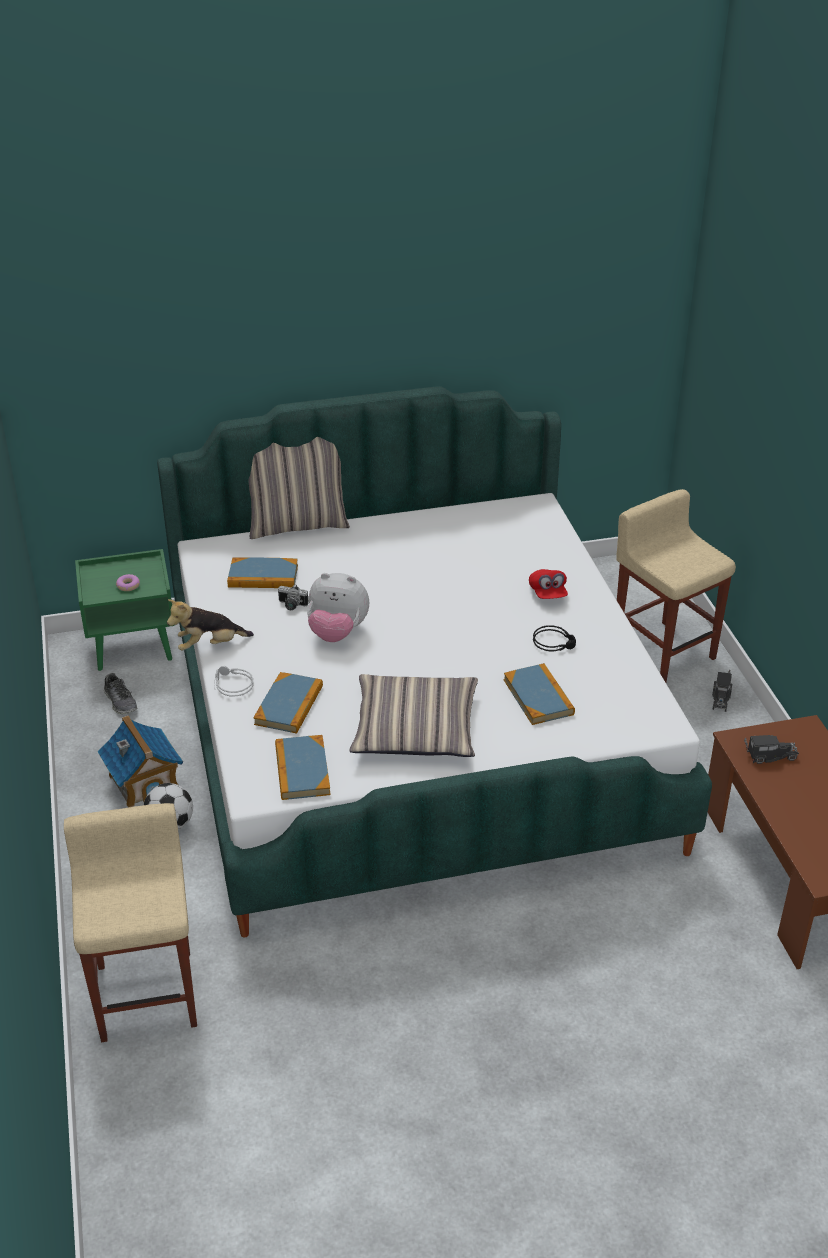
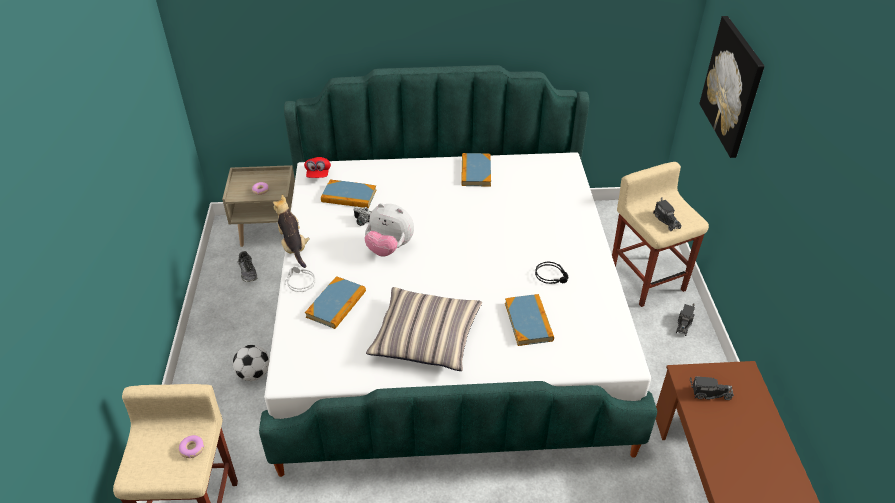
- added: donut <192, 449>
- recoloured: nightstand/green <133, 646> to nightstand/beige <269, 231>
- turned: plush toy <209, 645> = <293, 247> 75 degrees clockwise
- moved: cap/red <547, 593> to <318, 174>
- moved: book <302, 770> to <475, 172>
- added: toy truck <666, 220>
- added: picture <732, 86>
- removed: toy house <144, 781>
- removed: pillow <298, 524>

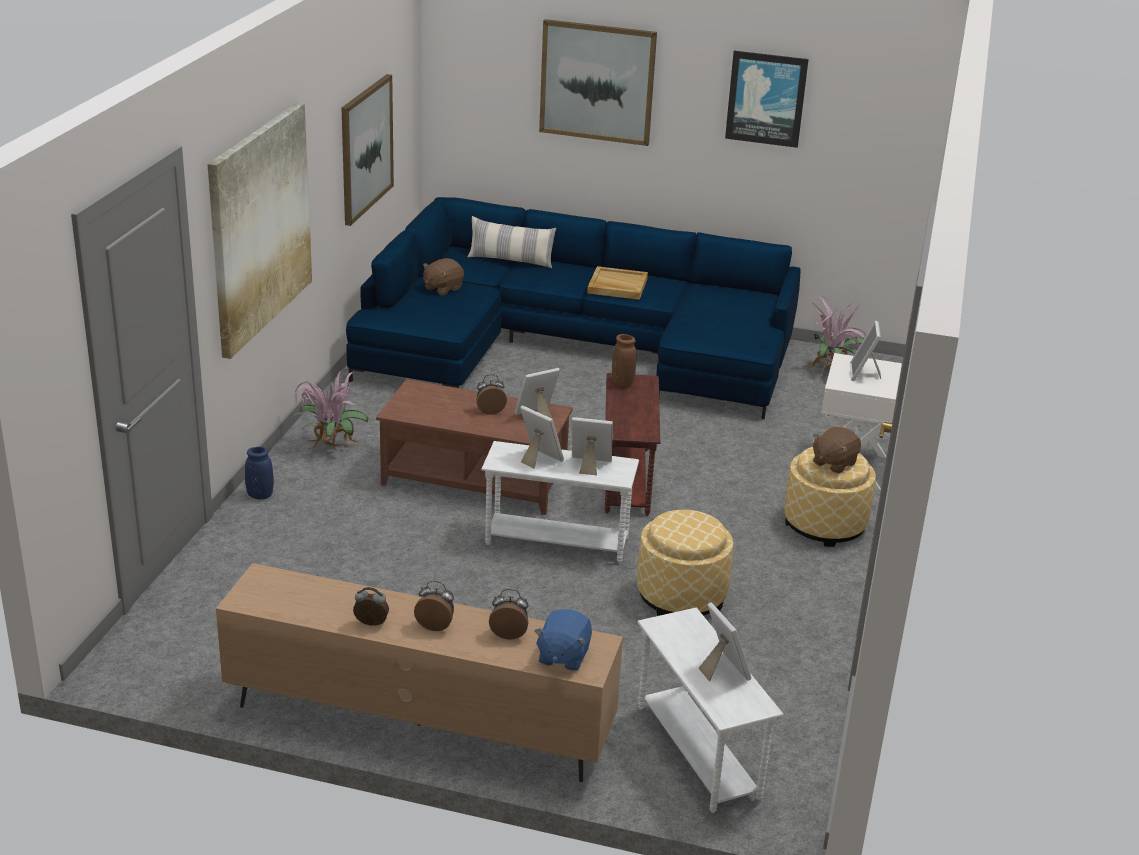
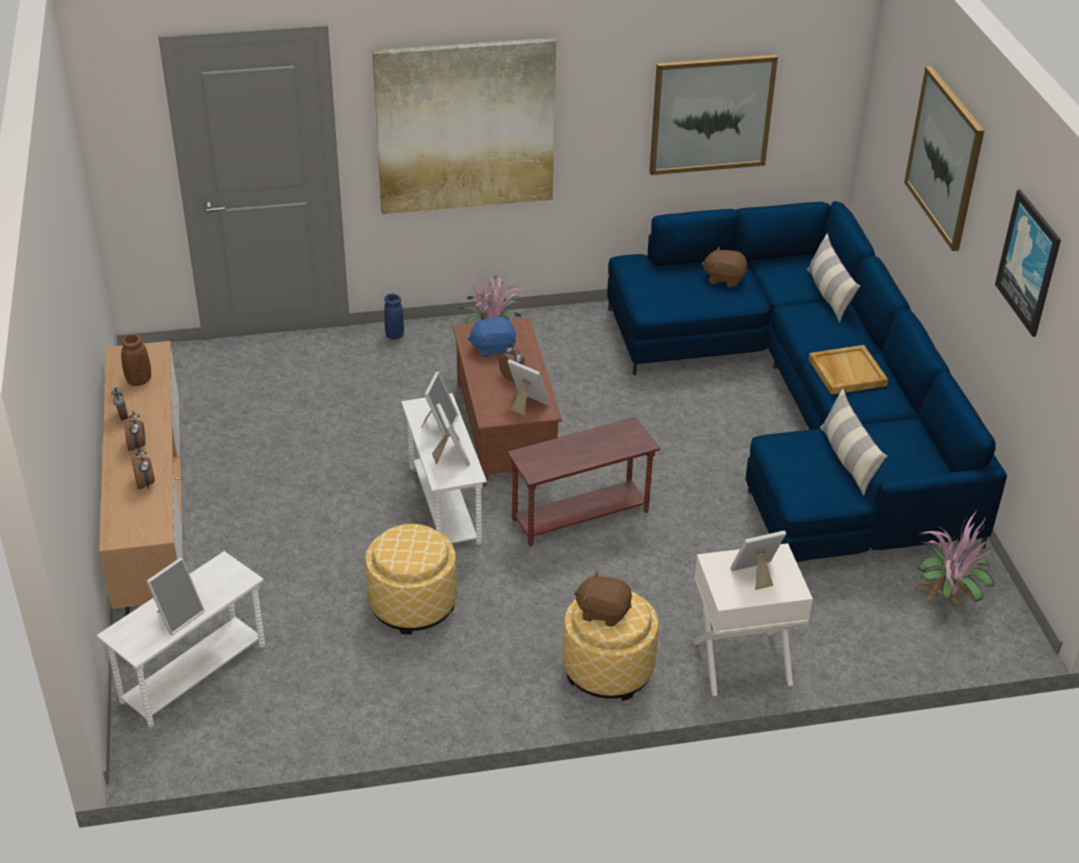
- moved: vase/brown <622, 383> to <139, 381>
- moved: plush toy/blue <563, 656> to <493, 348>
- added: pillow <848, 460>

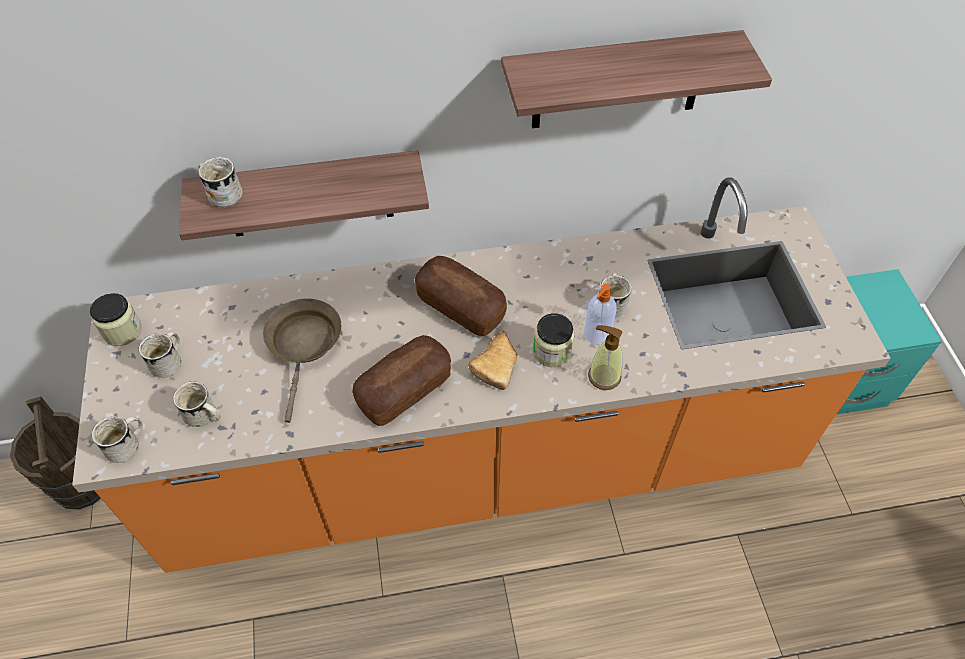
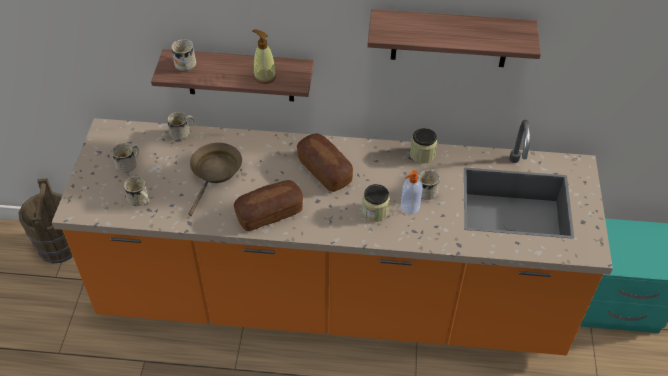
- moved: mug/white <128, 445> to <183, 133>
- moved: soap dispenser <604, 376> to <264, 76>
- moved: jar <122, 331> to <422, 154>
- removed: bread <497, 364>

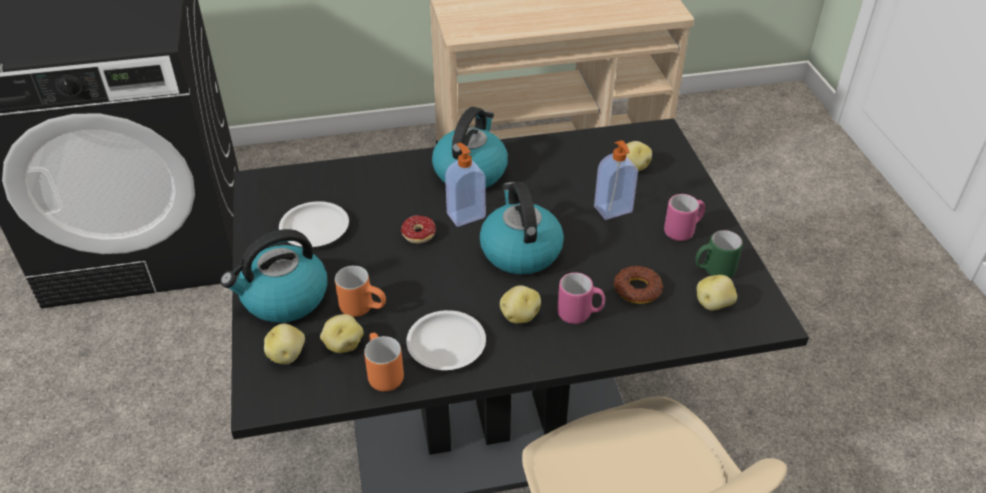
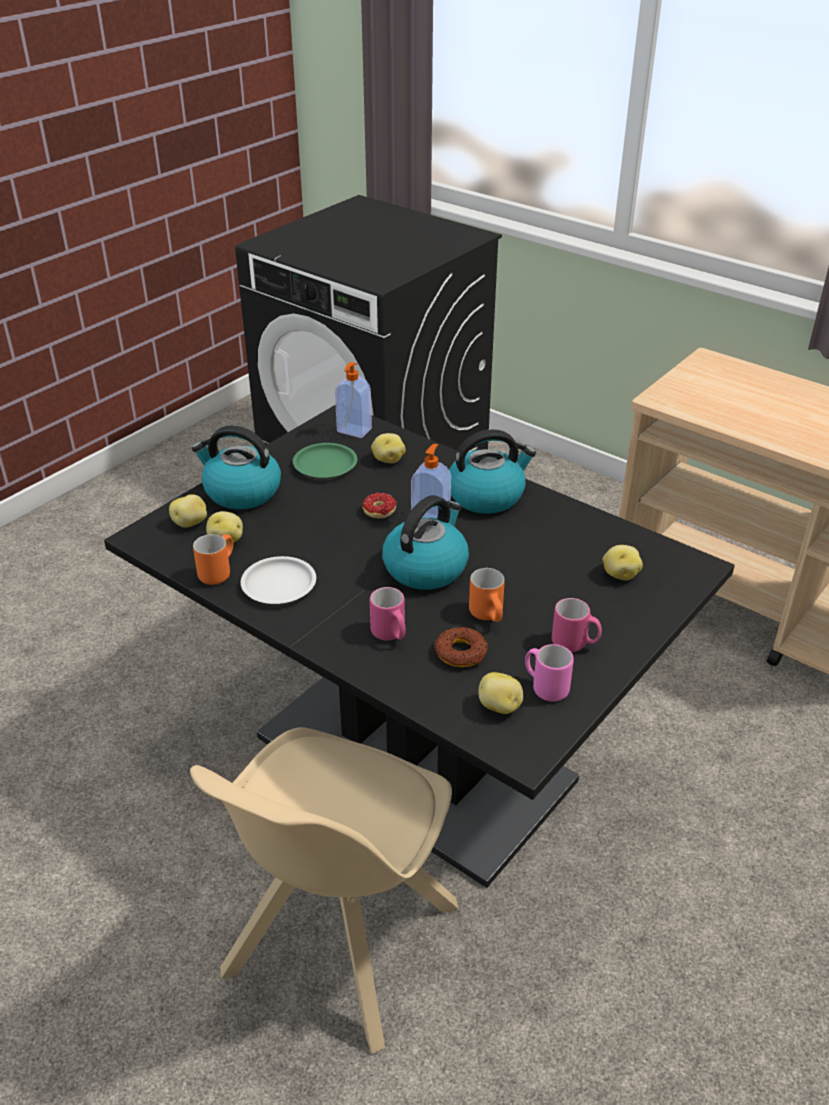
- recoloured: plate/white <315, 229> to plate/green <325, 465>
- moved: soap dispenser <613, 210> to <353, 431>
- moved: potato <519, 316> to <388, 459>
- moved: mug/orange <364, 307> to <490, 616>
- recoloured: mug/green <713, 270> to mug/pink <545, 687>

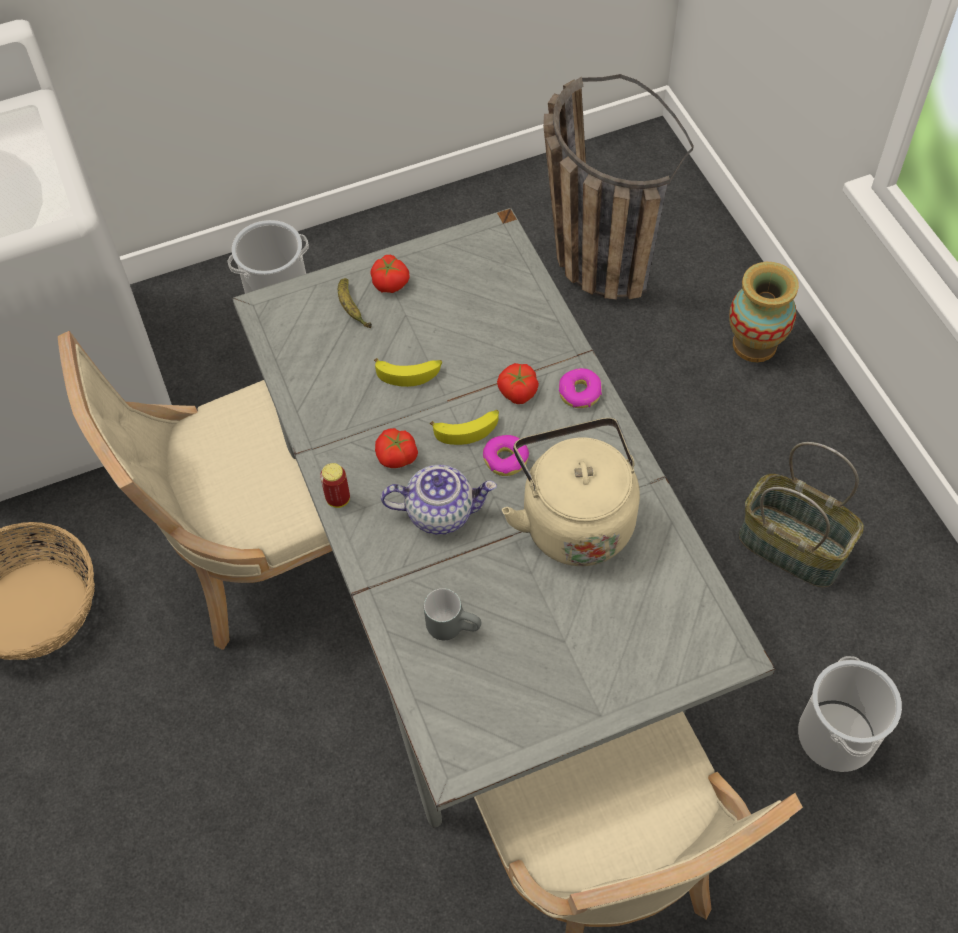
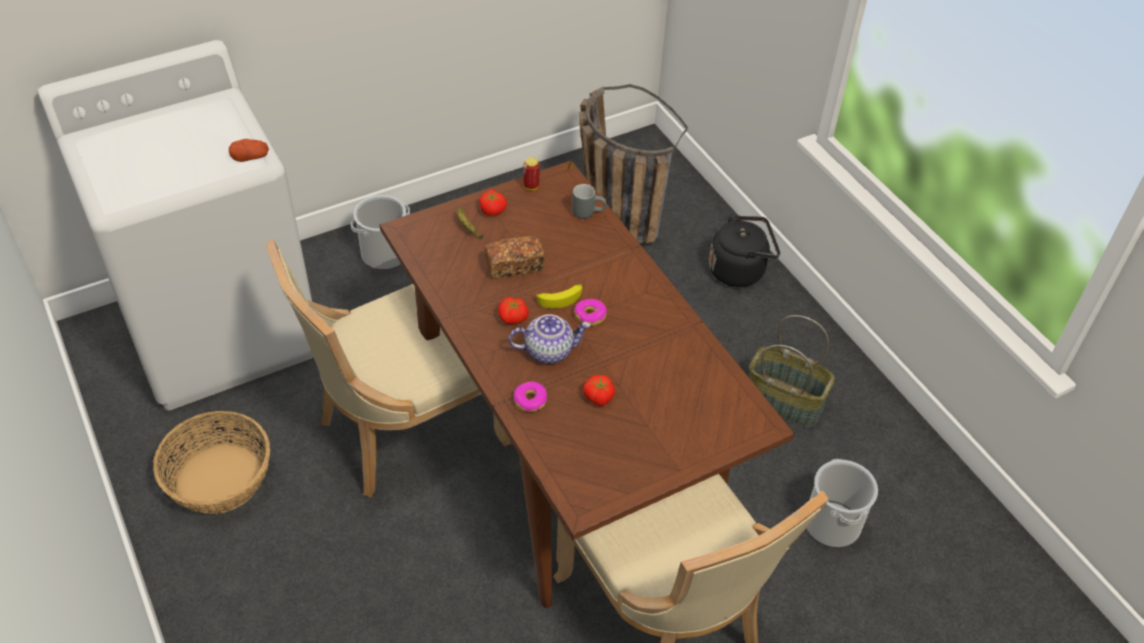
- added: potato <250, 157>
- recoloured: dining table/grey <484, 610> to dining table/brown <565, 457>
- replaced: banana <409, 373> to bread <514, 265>
- moved: donut <579, 393> to <530, 400>
- moved: can <338, 499> to <531, 186>
- moved: mug/grey <454, 625> to <588, 212>
- moved: tomato <517, 391> to <598, 397>
- replaced: vase <755, 345> to kettle/black <740, 270>
- removed: kettle/beige <574, 518>

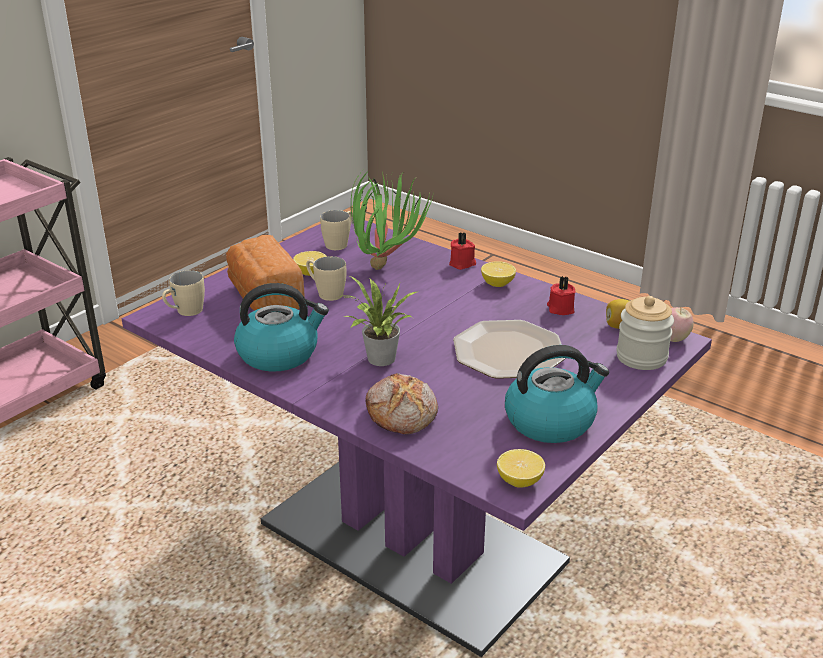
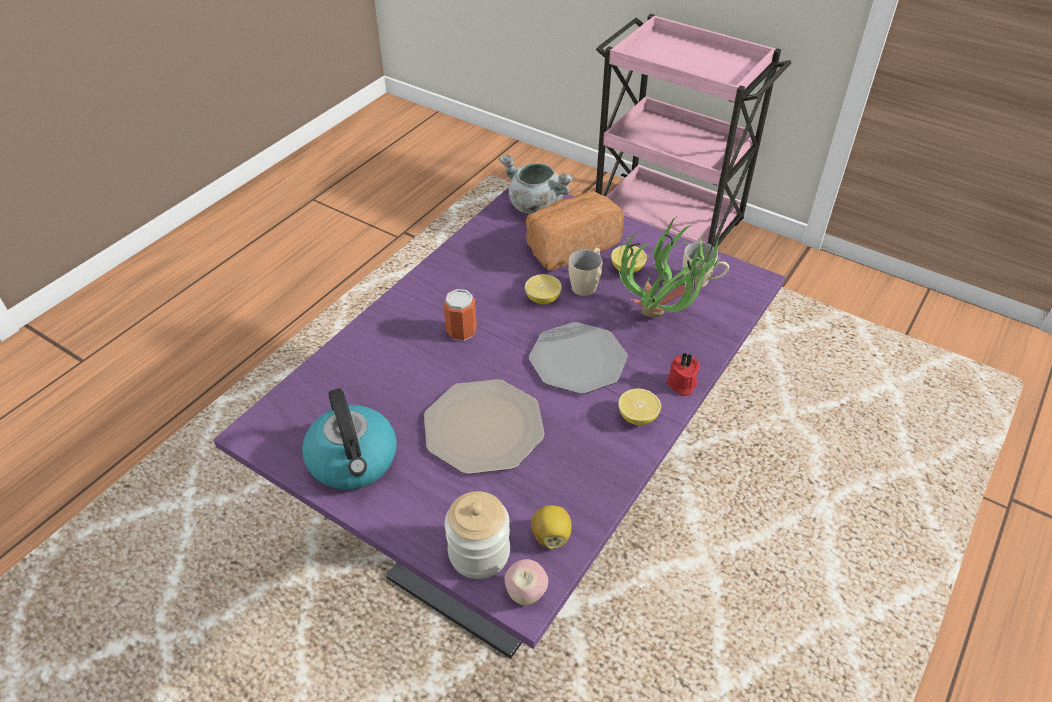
- replaced: potted plant <379, 360> to can <461, 331>
- replaced: mug/beige <185, 312> to cooking pot/grey <534, 206>
- moved: lemon <520, 481> to <542, 299>
- added: plate <578, 360>
- removed: kettle <279, 354>
- removed: bread <403, 414>
- removed: candle/red <560, 309>

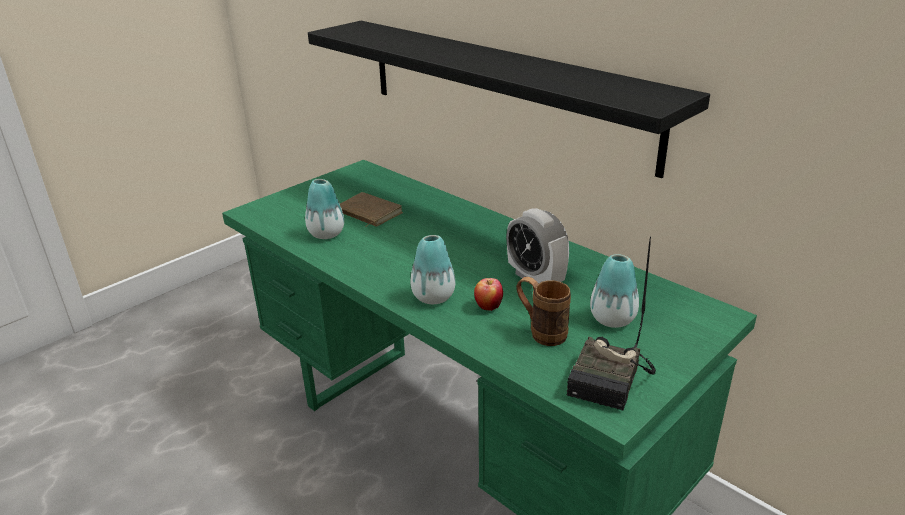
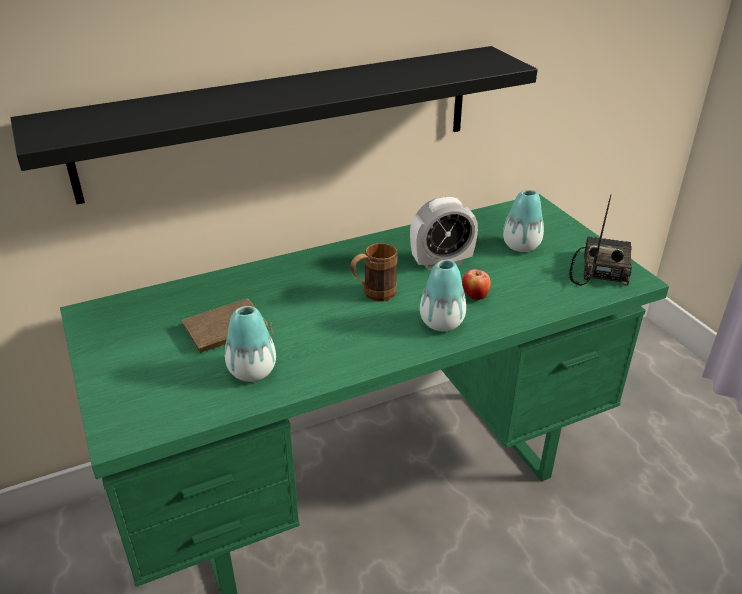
- moved: mug/brown <541, 332> to <373, 295>
- turned: radio <611, 381> = <599, 269> 120 degrees counterclockwise

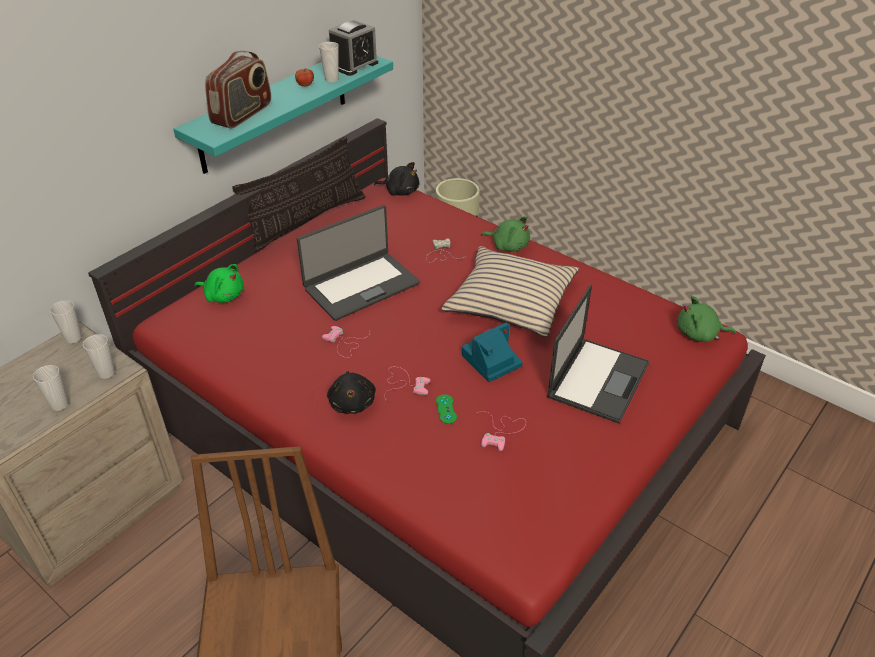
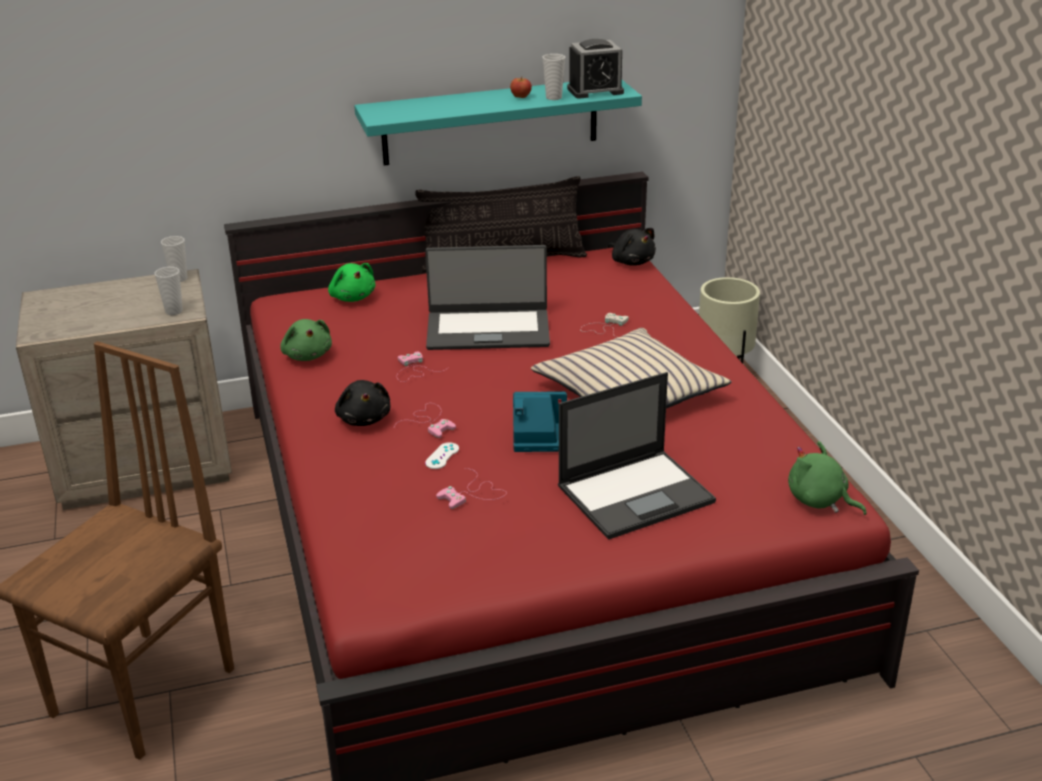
- moved: plush toy/green <508, 245> to <307, 355>
- turned: plush toy/black <352, 402> = <364, 418> 45 degrees counterclockwise
- recoloured: game controller/green <446, 409> to game controller/white <442, 456>
- removed: cup <59, 404>
- removed: radio <242, 114>

